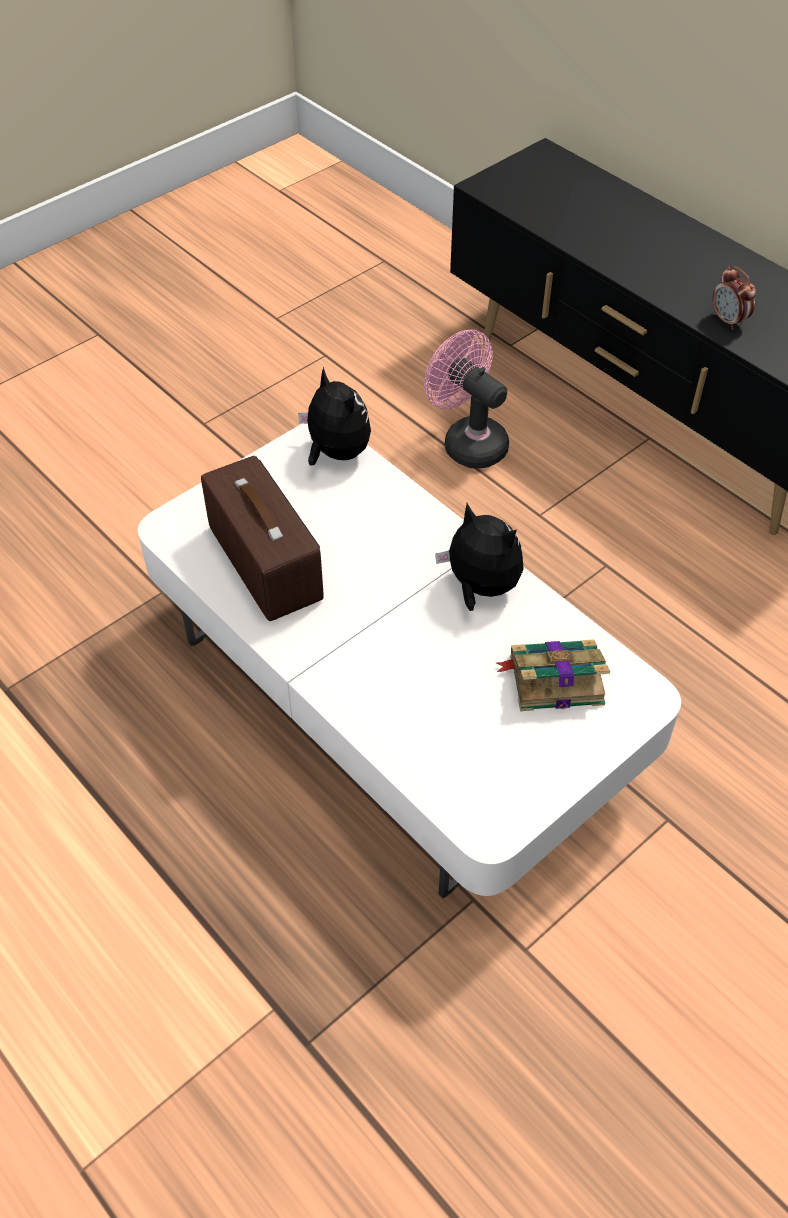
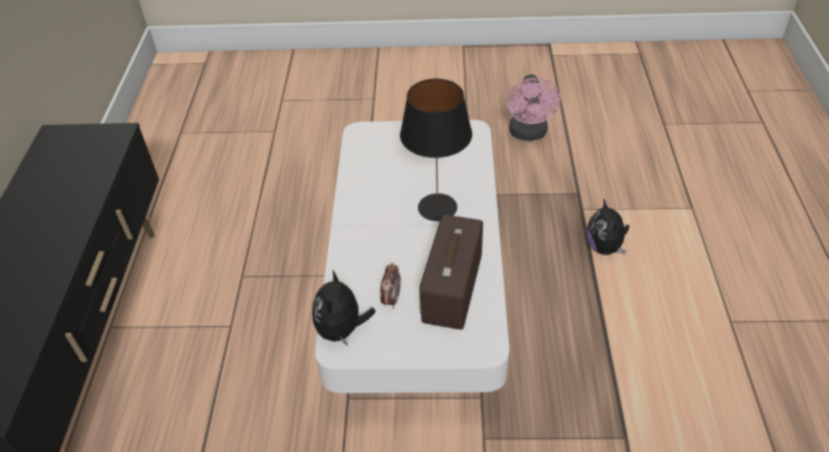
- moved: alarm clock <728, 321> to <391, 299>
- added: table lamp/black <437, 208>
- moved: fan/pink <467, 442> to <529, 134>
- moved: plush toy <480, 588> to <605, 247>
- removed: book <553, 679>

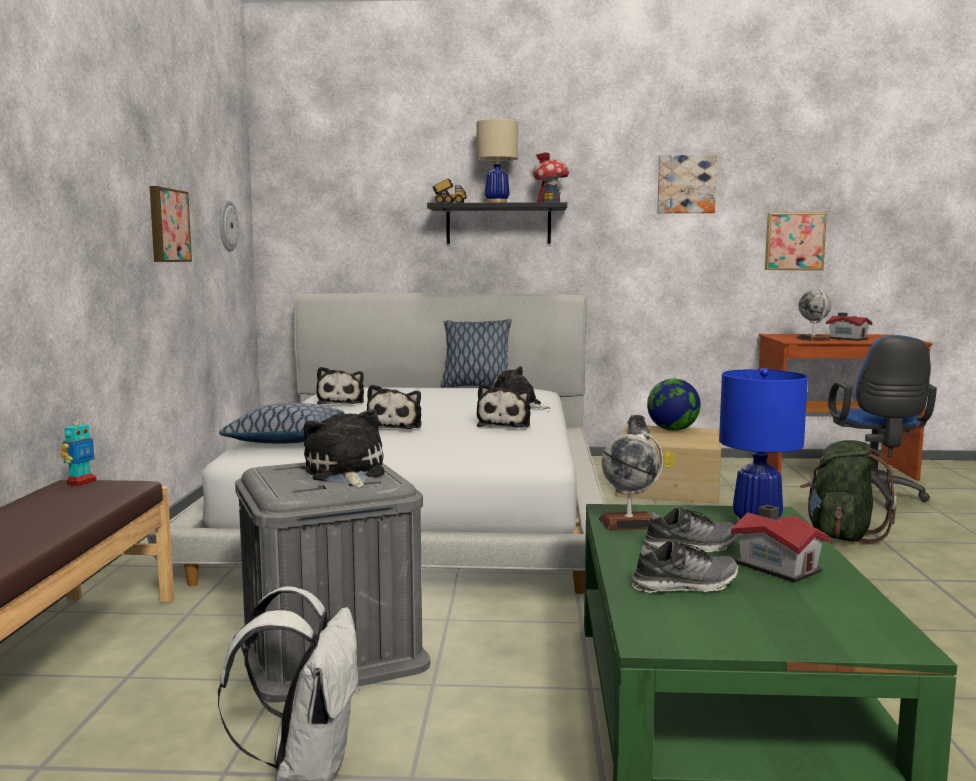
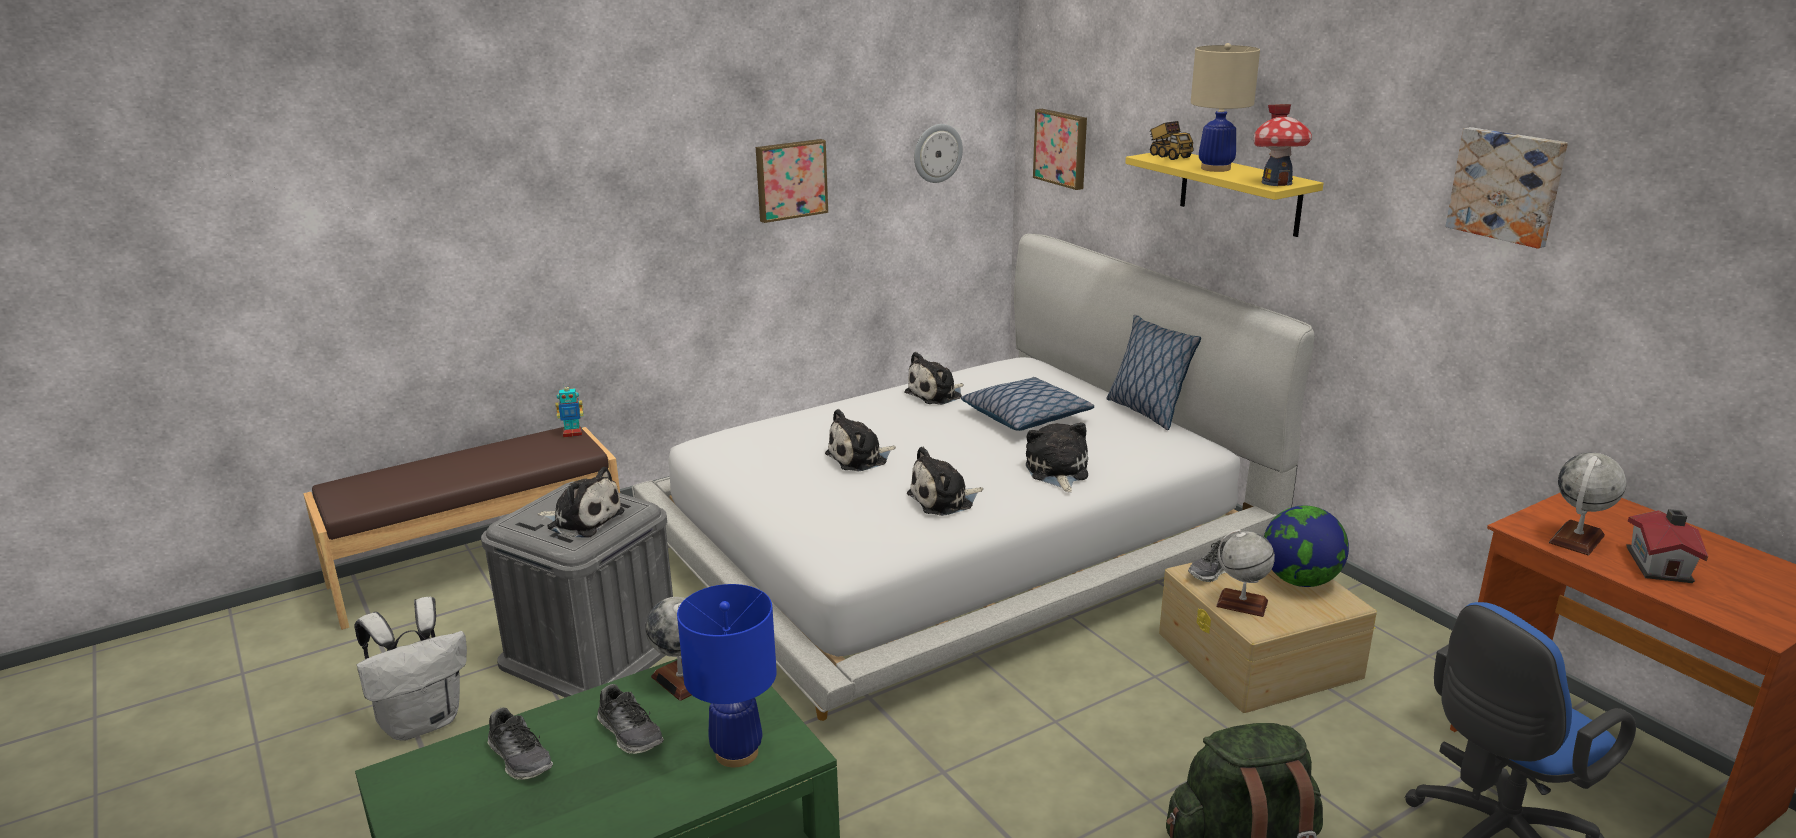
- turned: plush toy <345, 474> = <582, 520> 75 degrees clockwise
- moved: pillow <284, 439> to <1025, 417>
- moved: picture <794, 241> to <1062, 148>
- recoloured: shelf/black <498, 224> to shelf/yellow <1239, 192>
- added: globe <1241, 604>
- removed: toy house <777, 566>

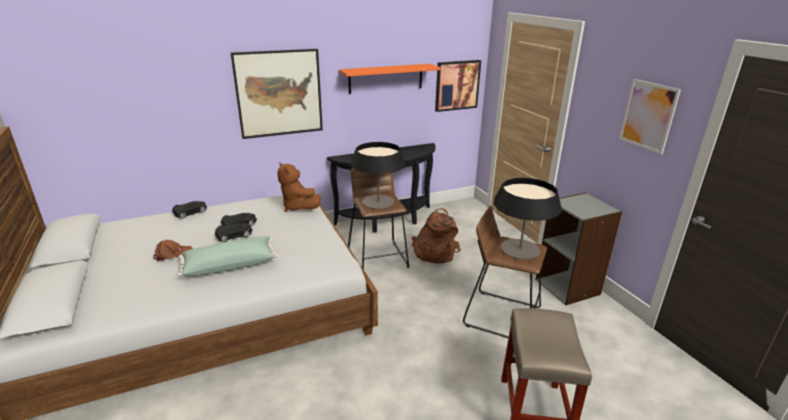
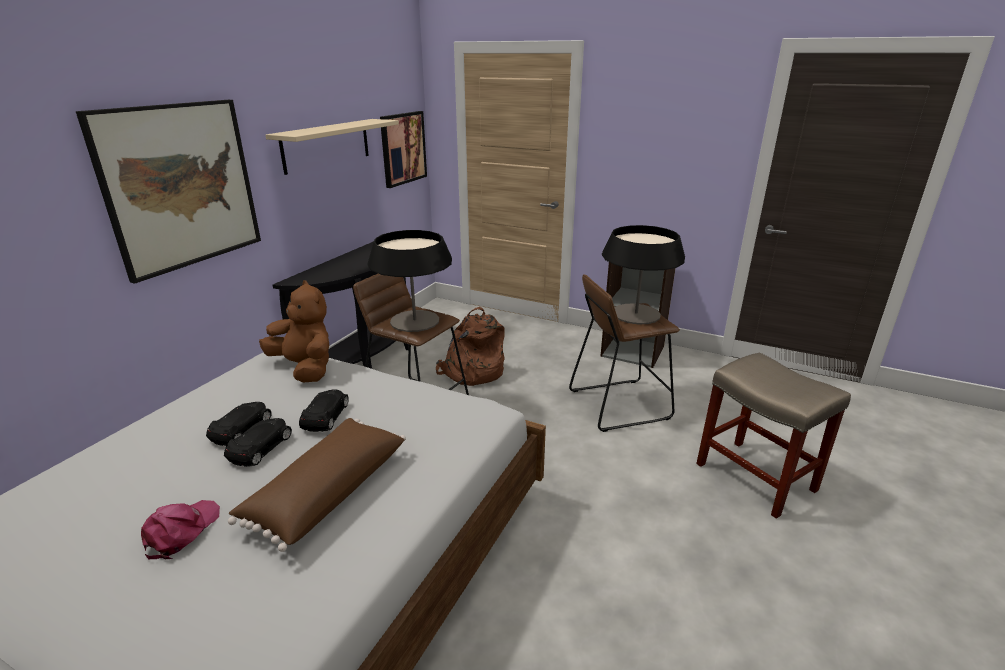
- recoloured: cap/brown <172, 254> to cap/pink <181, 531>
- recoloured: pillow/green <230, 265> to pillow/brown <326, 491>
- turned: plush toy/brown <298, 207> = <305, 368> 150 degrees counterclockwise
- recoloured: shelf/orange <386, 78> to shelf/beige <327, 145>
- moved: toy car/black <191, 212> to <326, 416>
- removed: picture <648, 115>

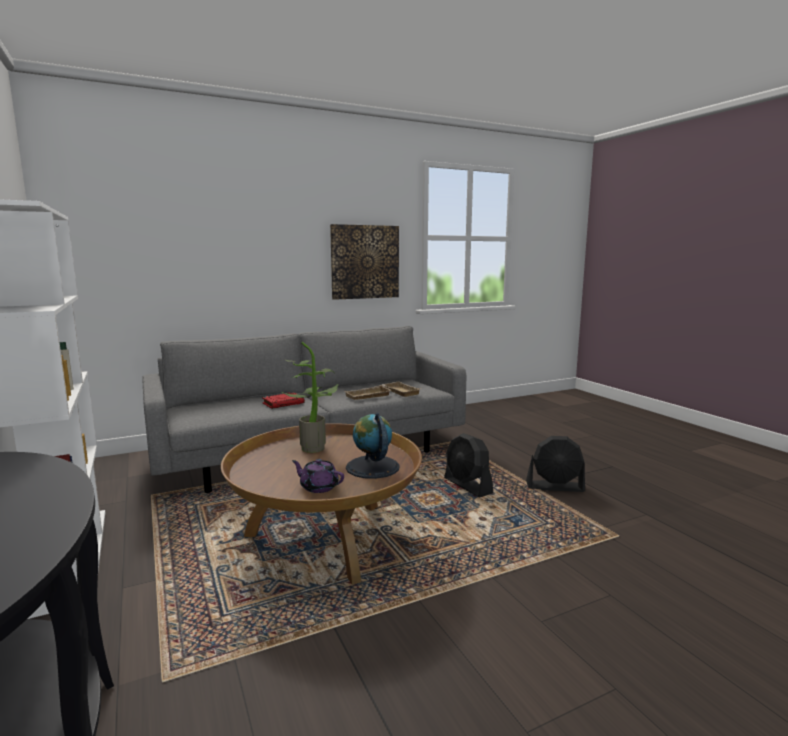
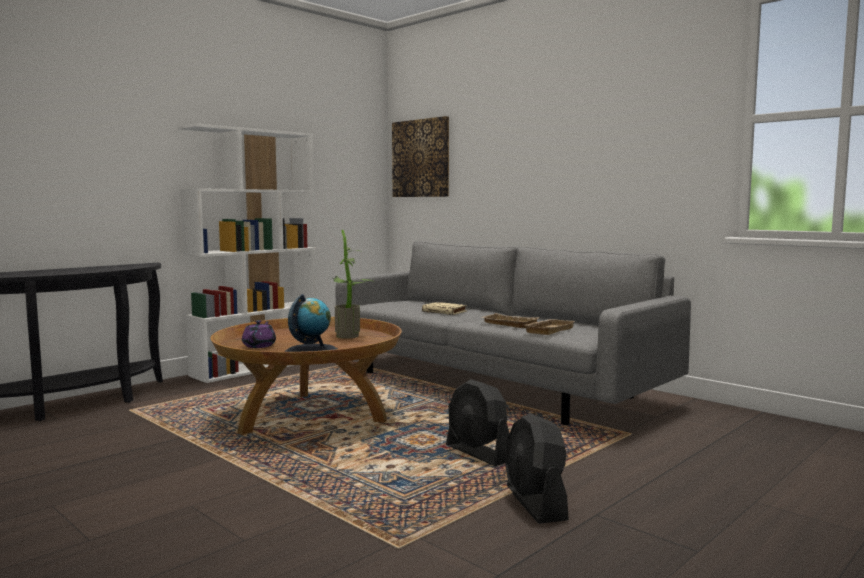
- moved: picture <365, 262> to <421, 158>
- recoloured: book/red <283, 403> to book/beige <445, 311>
- turned: fan/black <468, 486> = <478, 454> 75 degrees counterclockwise

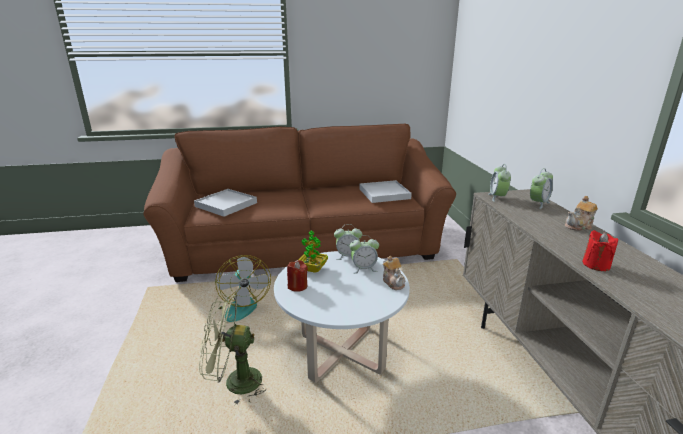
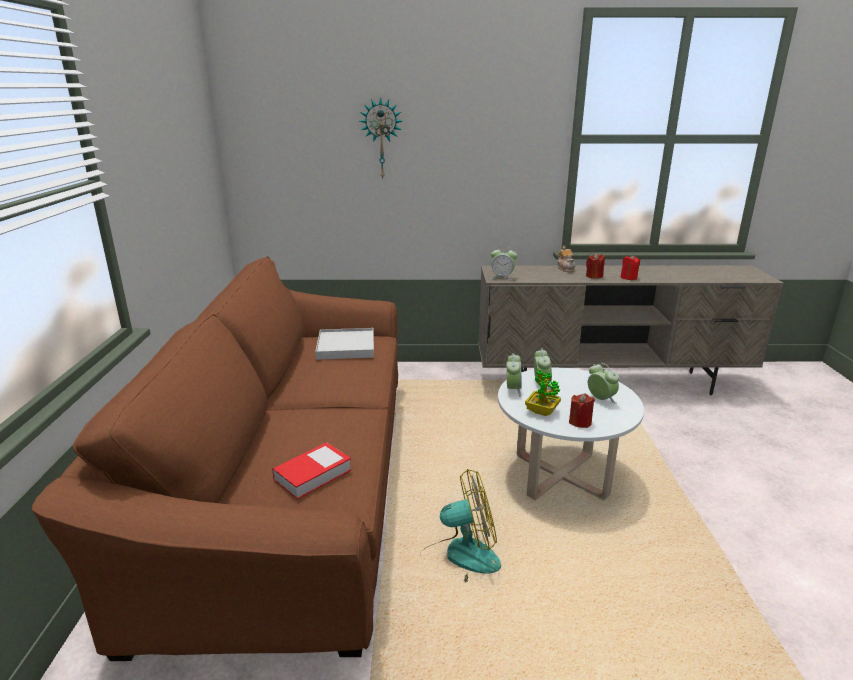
- replaced: tray/white <226, 205> to book <313, 475>
- added: wall clock <381, 139>
- added: candle/red <594, 276>
- moved: alarm clock <538, 203> to <600, 400>
- removed: fan/green <235, 383>
- removed: teapot <393, 282>

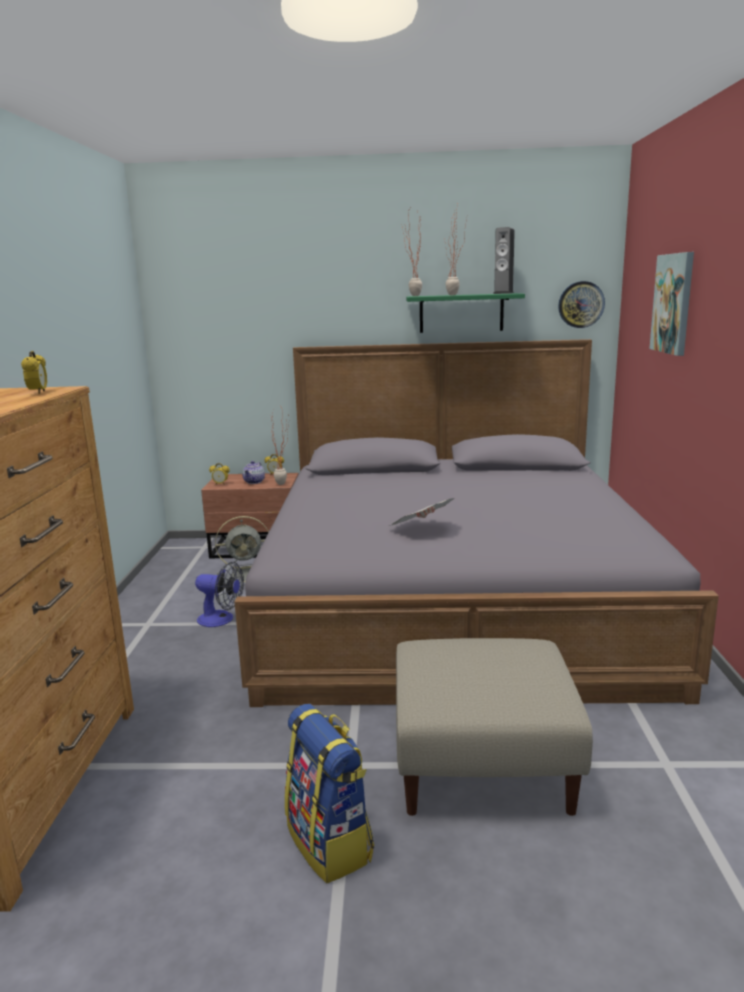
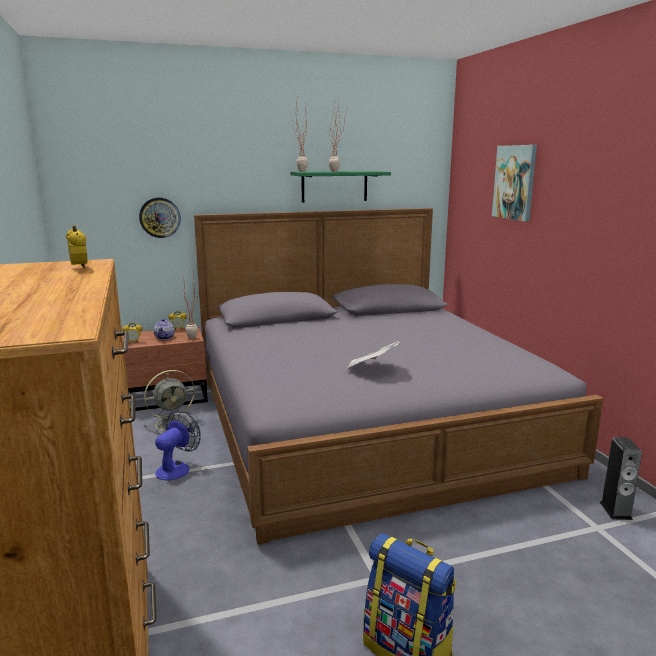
- moved: wall clock <581, 304> to <160, 217>
- turned: fan <221, 620> = <177, 468> 60 degrees counterclockwise
- moved: speaker <503, 293> to <615, 510>
- removed: ottoman/beige <483, 763>

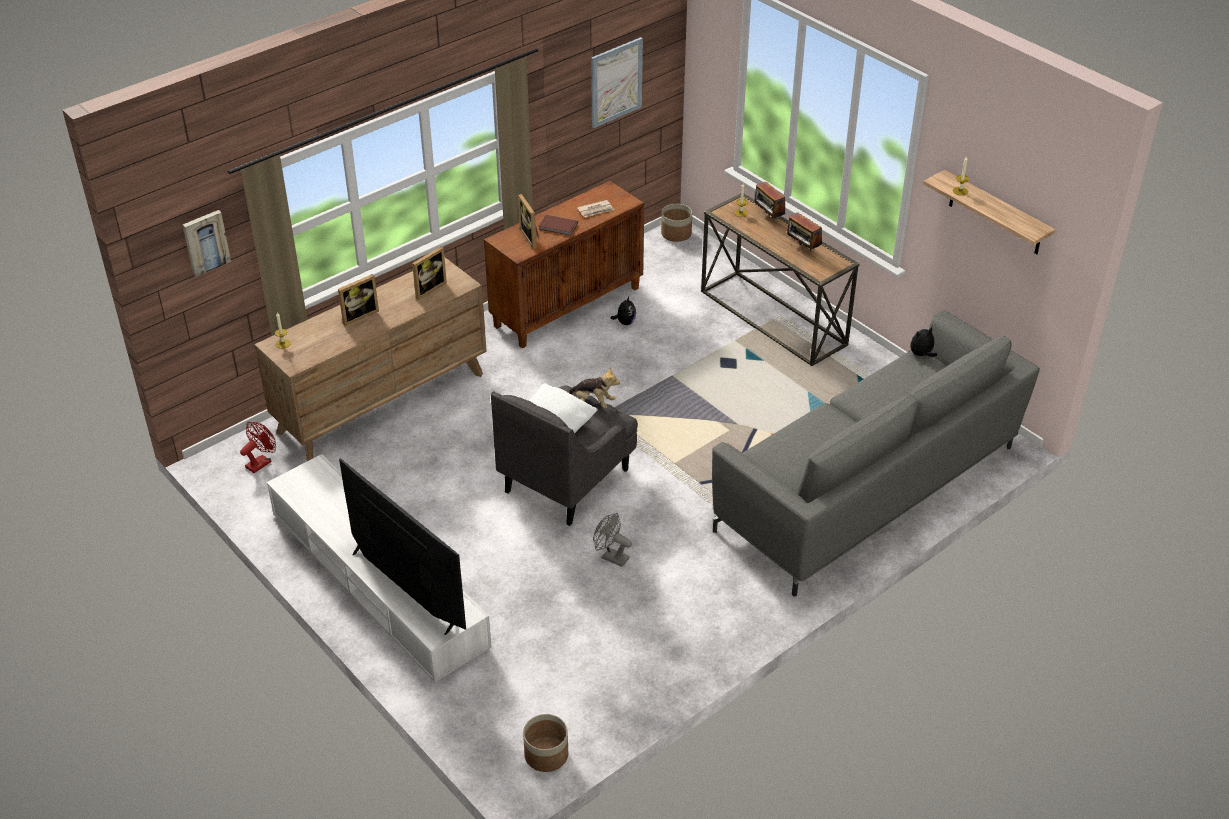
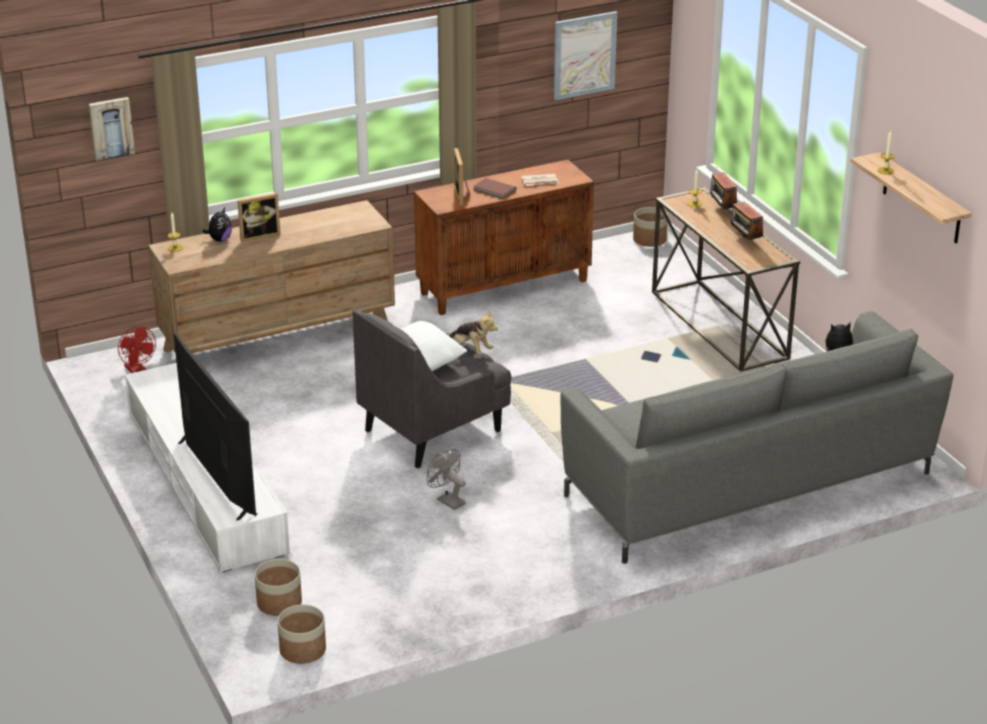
- turned: fan/red <261, 462> = <138, 371> 90 degrees clockwise
- moved: plush toy <625, 322> to <219, 239>
- added: planter <280, 603>
- removed: picture frame <428, 288>

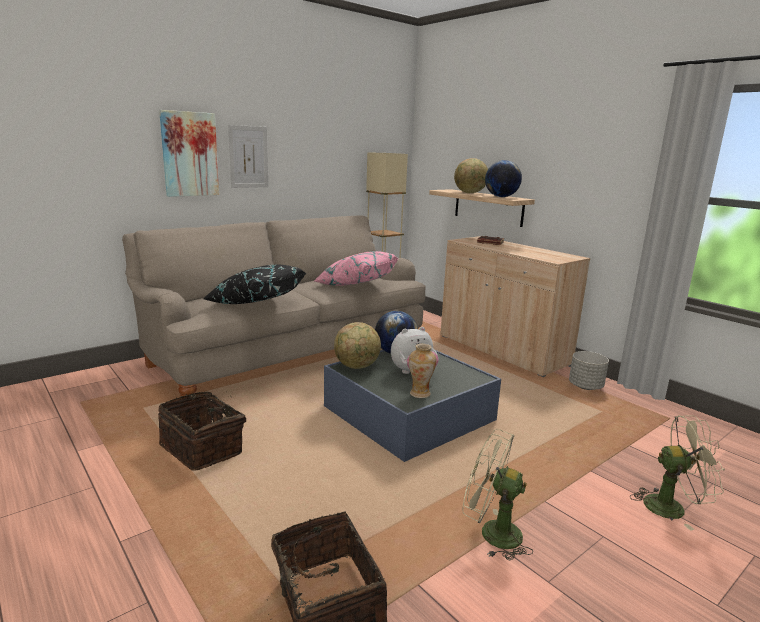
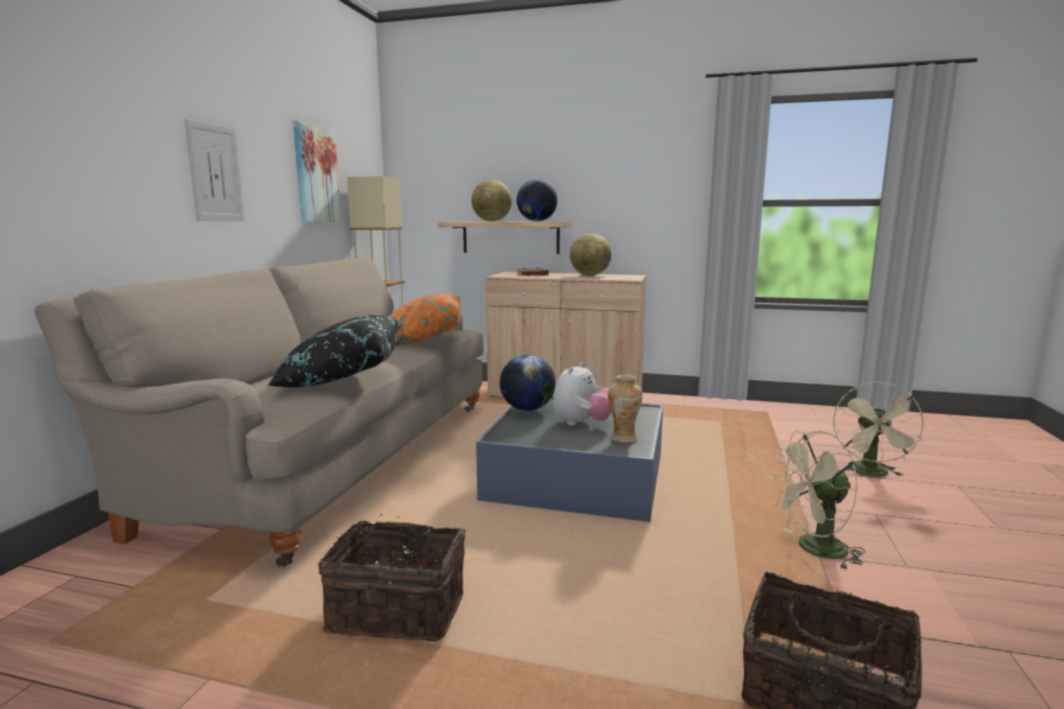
- moved: picture <189, 154> to <316, 174>
- recoloured: pillow/pink <356, 284> to pillow/orange <421, 340>
- moved: globe <357, 367> to <590, 275>
- turned: fan/beige <672, 507> = <872, 474> 135 degrees clockwise
- removed: planter/grey <586, 386>

